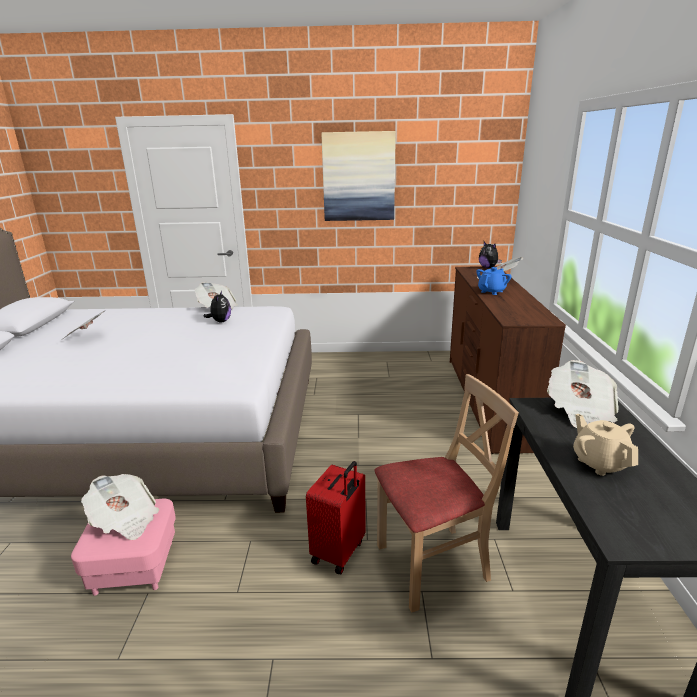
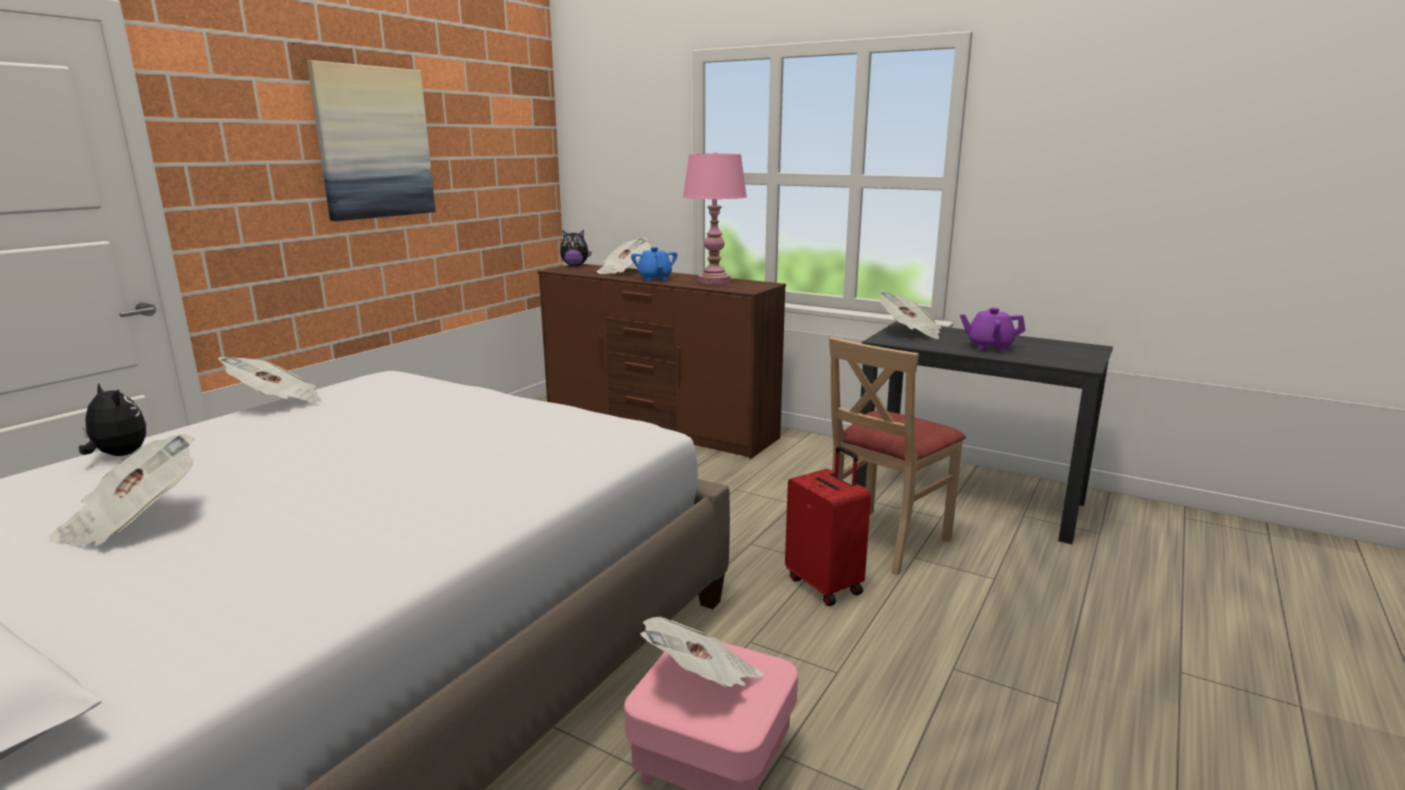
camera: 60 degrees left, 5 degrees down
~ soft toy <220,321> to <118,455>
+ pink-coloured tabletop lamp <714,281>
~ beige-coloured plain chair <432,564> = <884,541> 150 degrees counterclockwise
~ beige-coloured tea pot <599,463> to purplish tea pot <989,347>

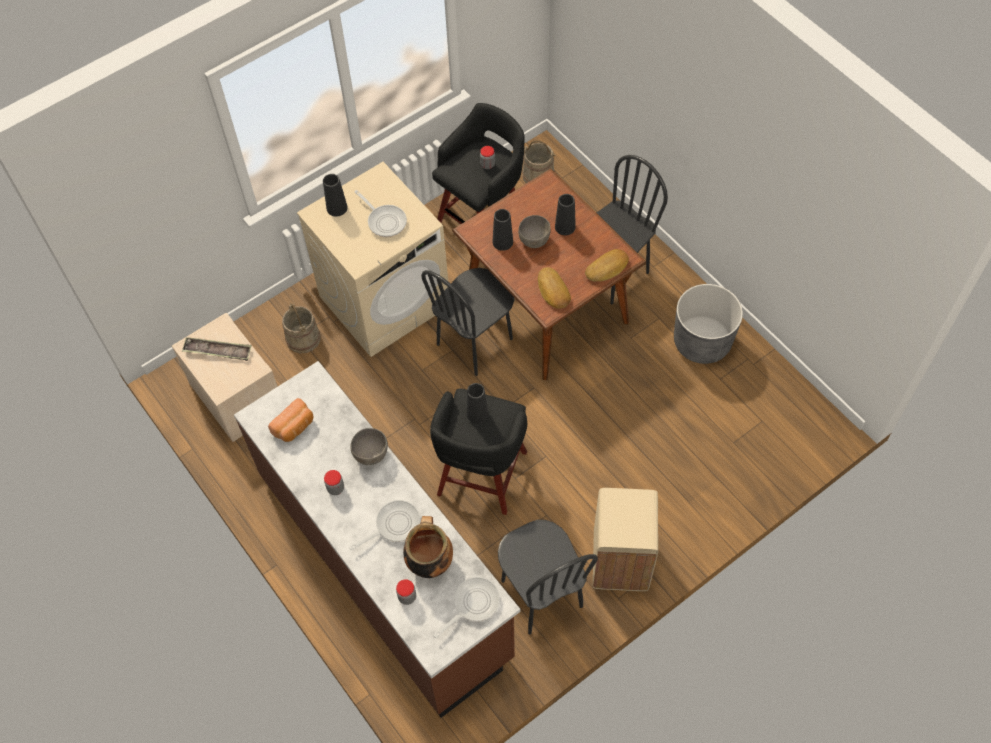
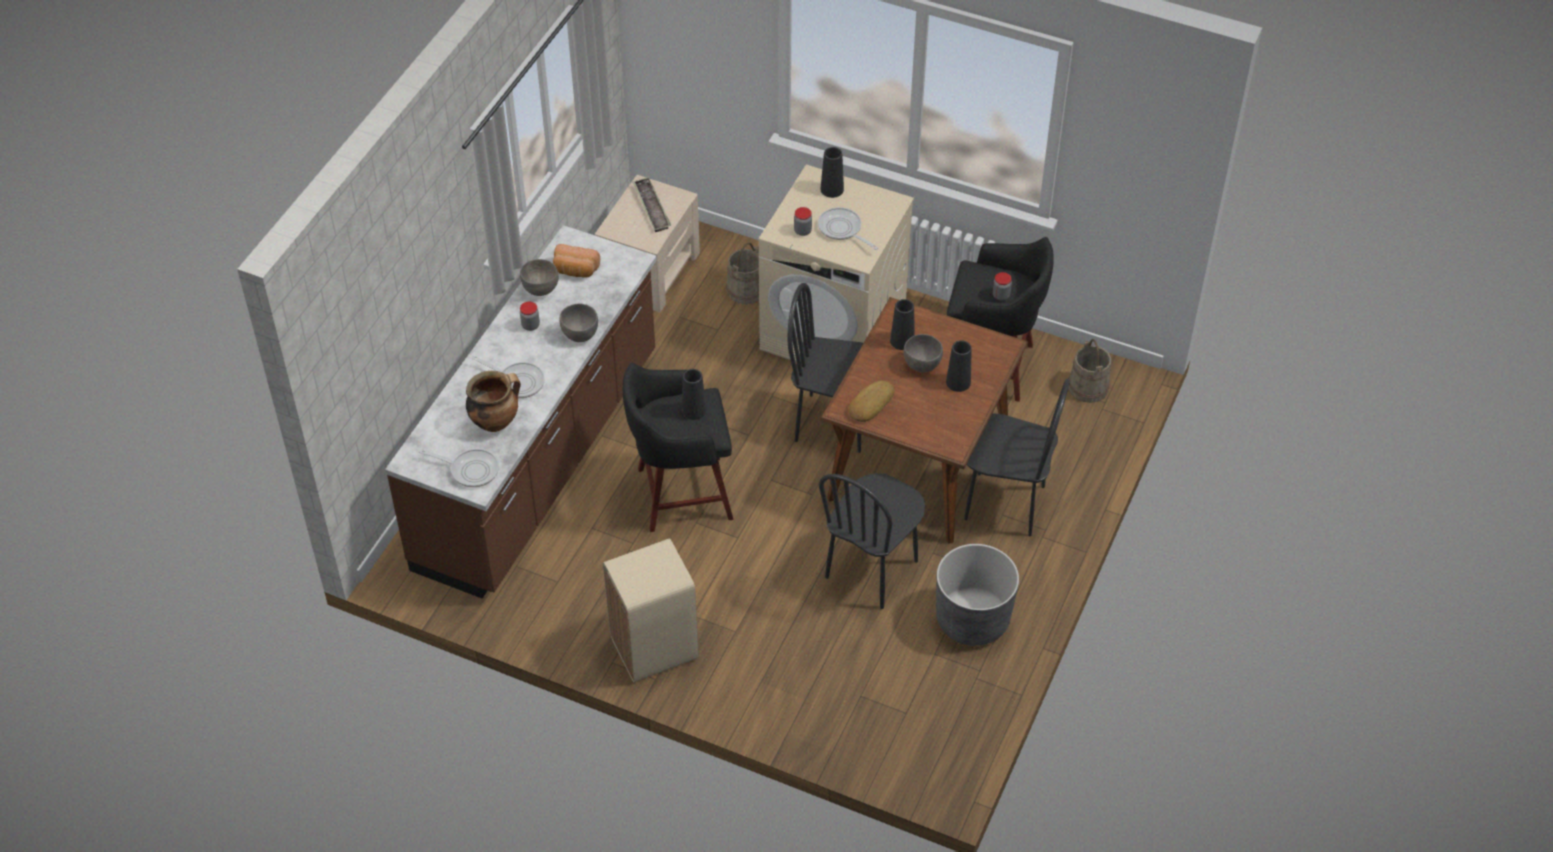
camera: 60 degrees right, 10 degrees down
+ gray bowl <541,289>
~ jar <407,597> to <802,231>
~ pan <385,221> = <842,229> 120 degrees clockwise
~ blackish plain chair <541,594> to <872,569>
- baked bread <607,268>

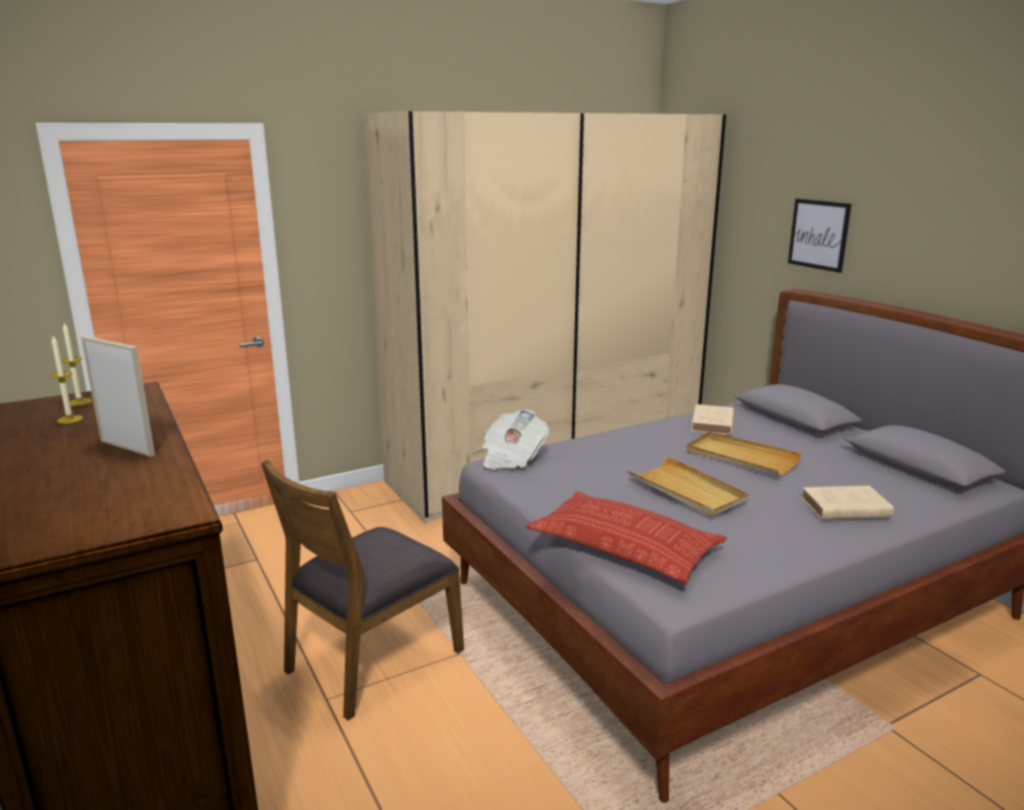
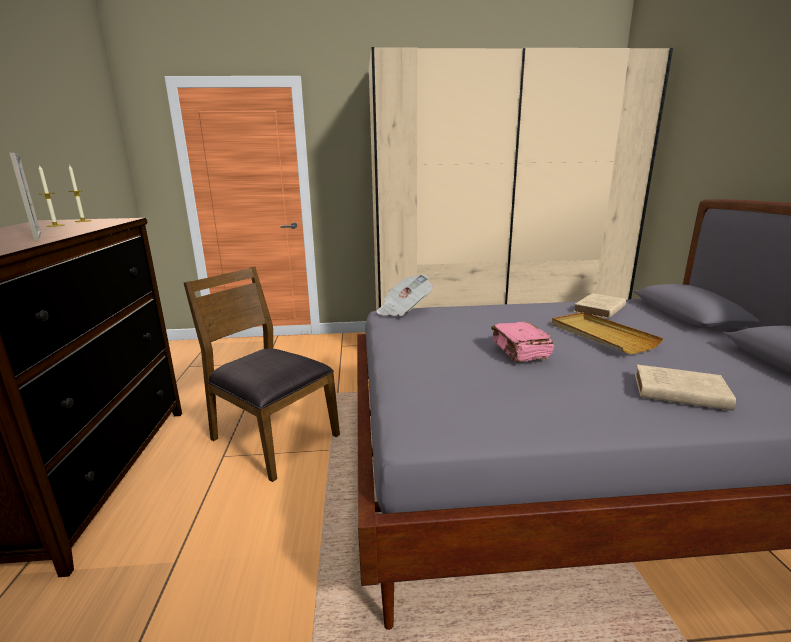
camera: 25 degrees right, 0 degrees up
~ brown-coloured plain chair <372,659> = <272,438> 60 degrees clockwise
~ beige-coloured tray <687,490> to pink-coloured book <520,351>
- cushion <624,546>
- wall art <818,234>

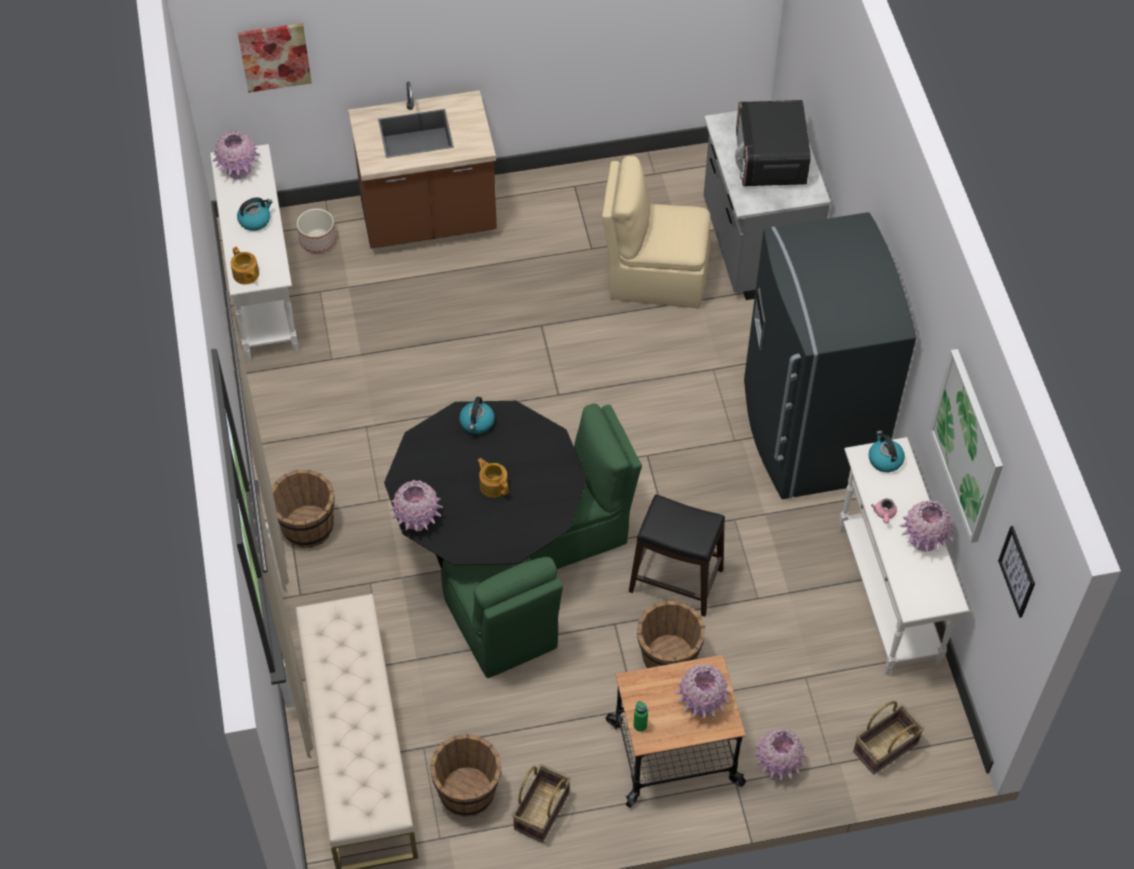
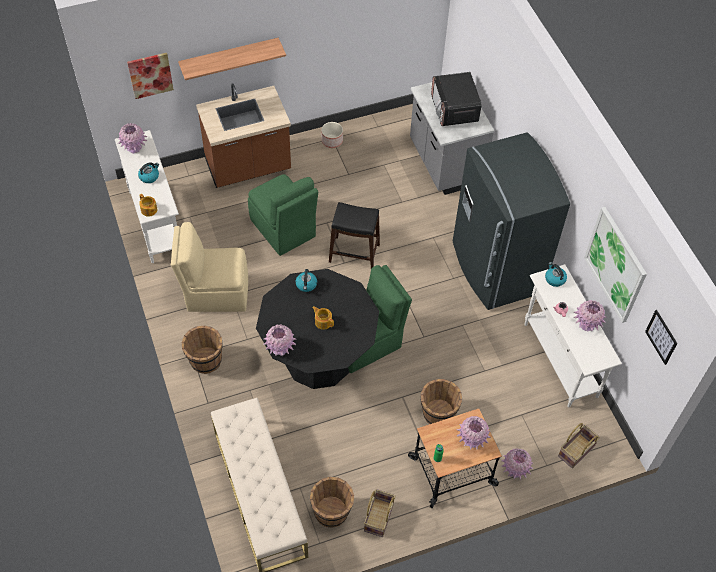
camera: 10 degrees left, 0 degrees up
~ beige-coloured plain chair <655,276> to <215,292>
+ shelf <229,57>
~ green plain chair <501,626> to <283,229>
~ planter <318,241> to <332,141>
~ blackish stool seat <676,580> to <354,253>

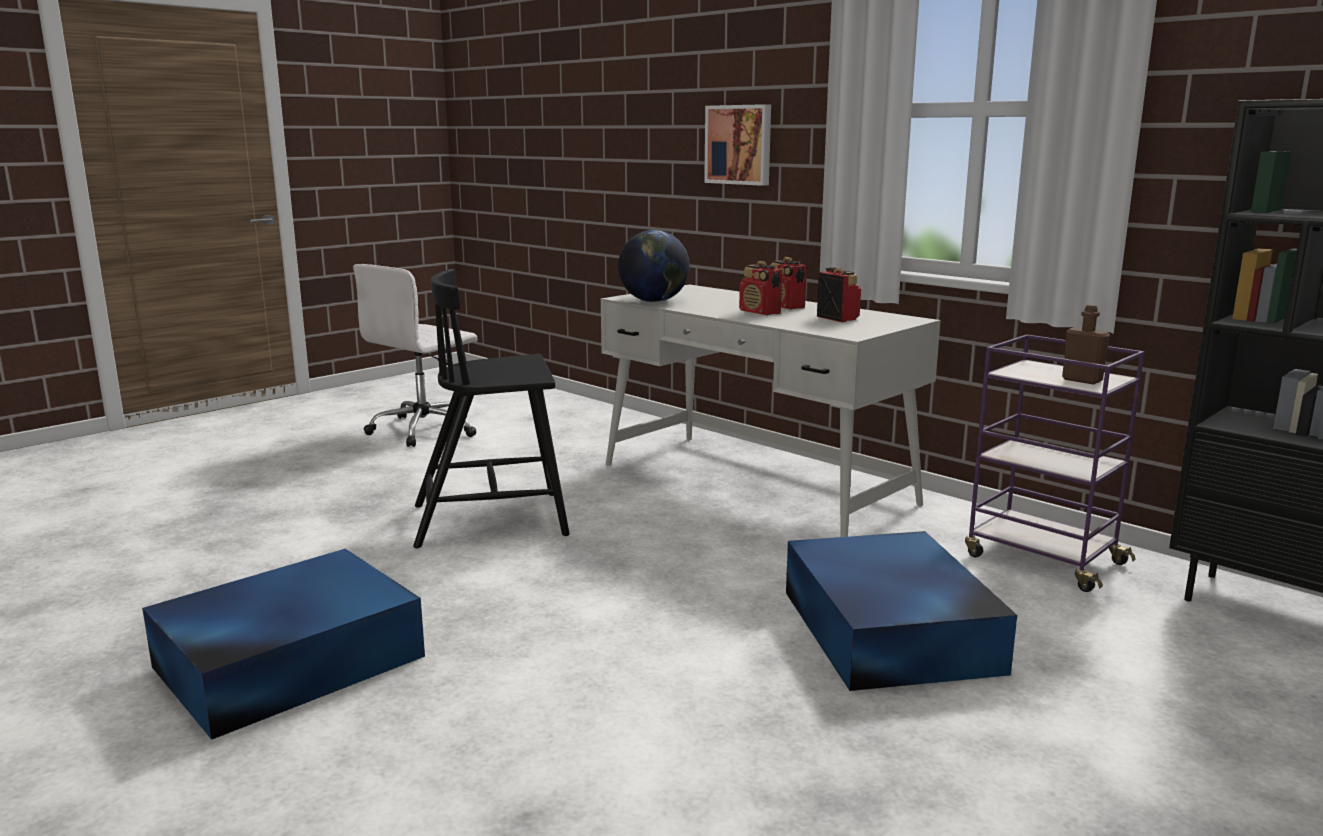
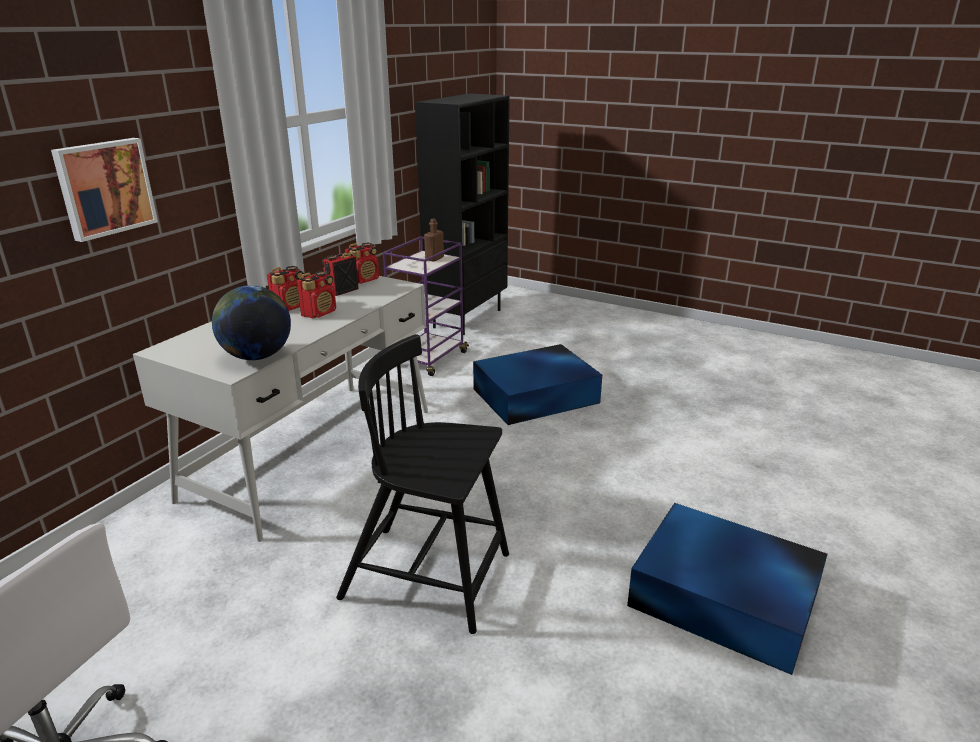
camera: 105 degrees left, 10 degrees up
~ blackish plain chair <493,519> = <429,577> 135 degrees clockwise
+ radio set <364,280>

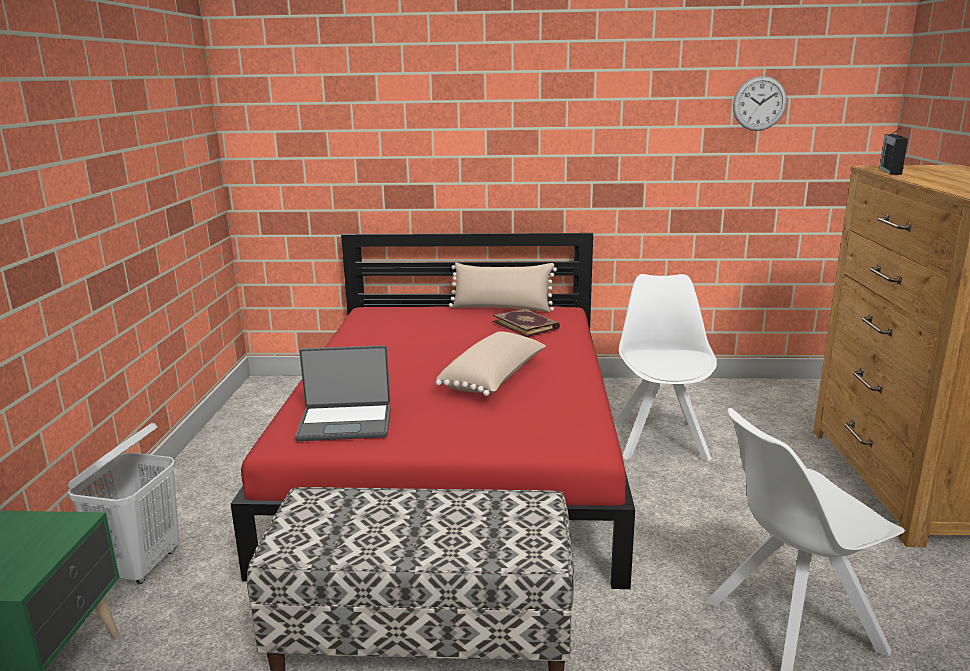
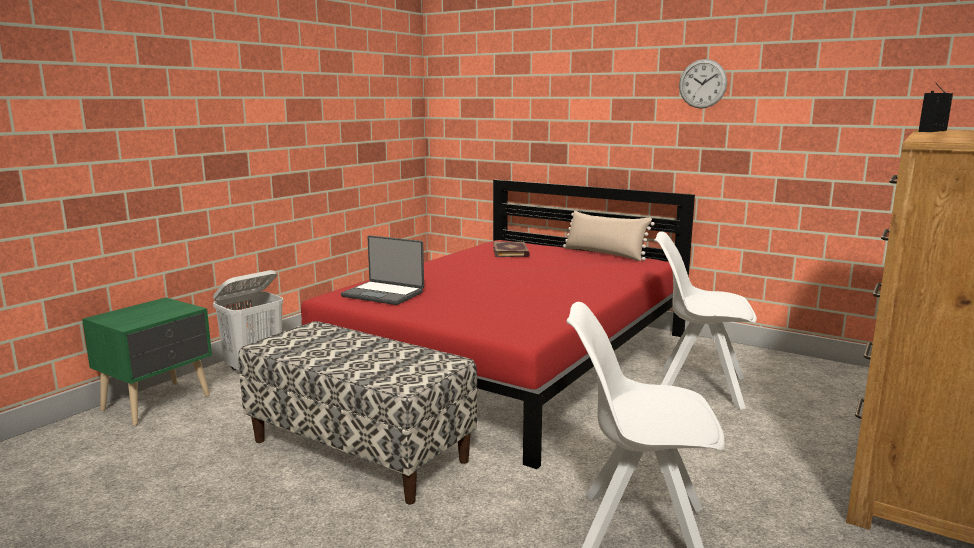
camera: 30 degrees right, 5 degrees down
~ book <526,325> to <511,251>
~ whitish plain chair <660,438> = <697,387> 105 degrees counterclockwise
~ wall clock <759,103> to <702,84>
- beige-coloured cushion <495,379>

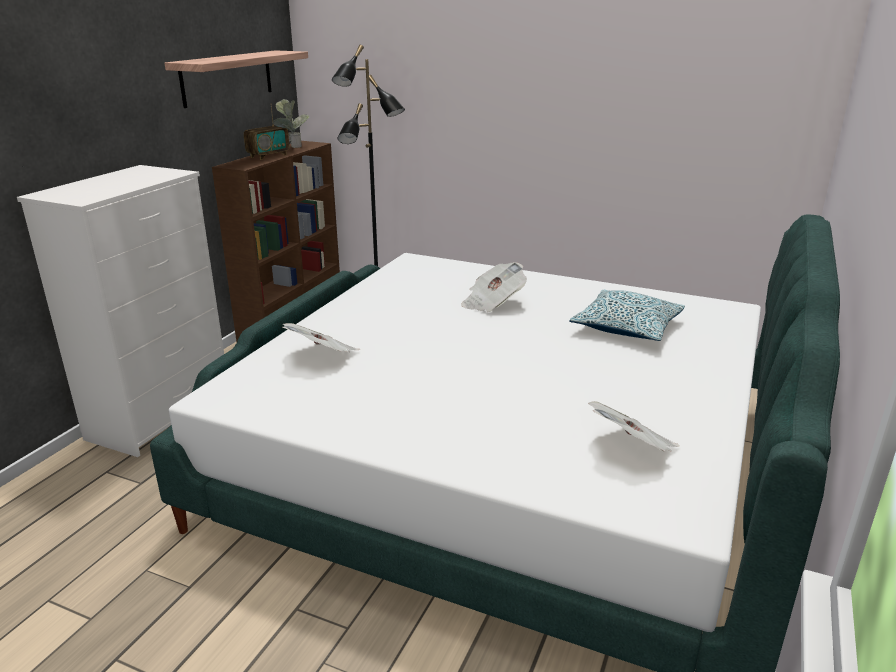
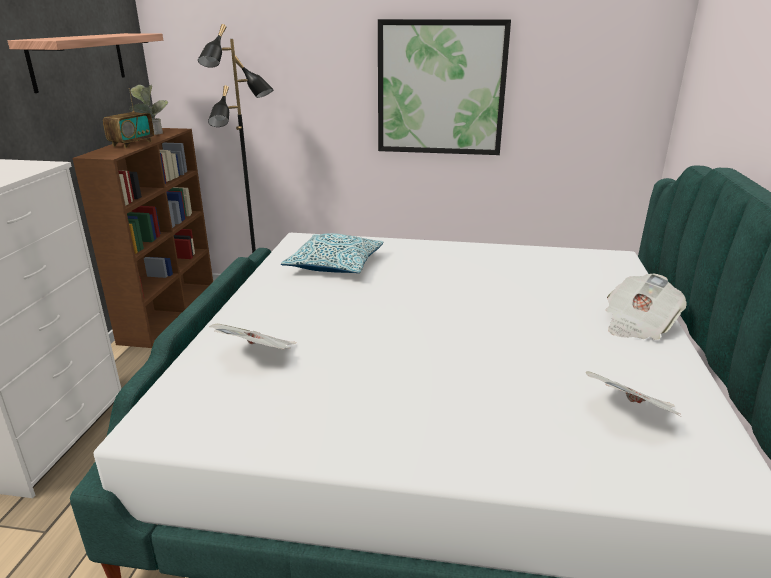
camera: 15 degrees left, 0 degrees up
~ cushion <627,327> to <335,265>
+ wall art <441,88>
~ printed paper <492,303> to <637,325>

